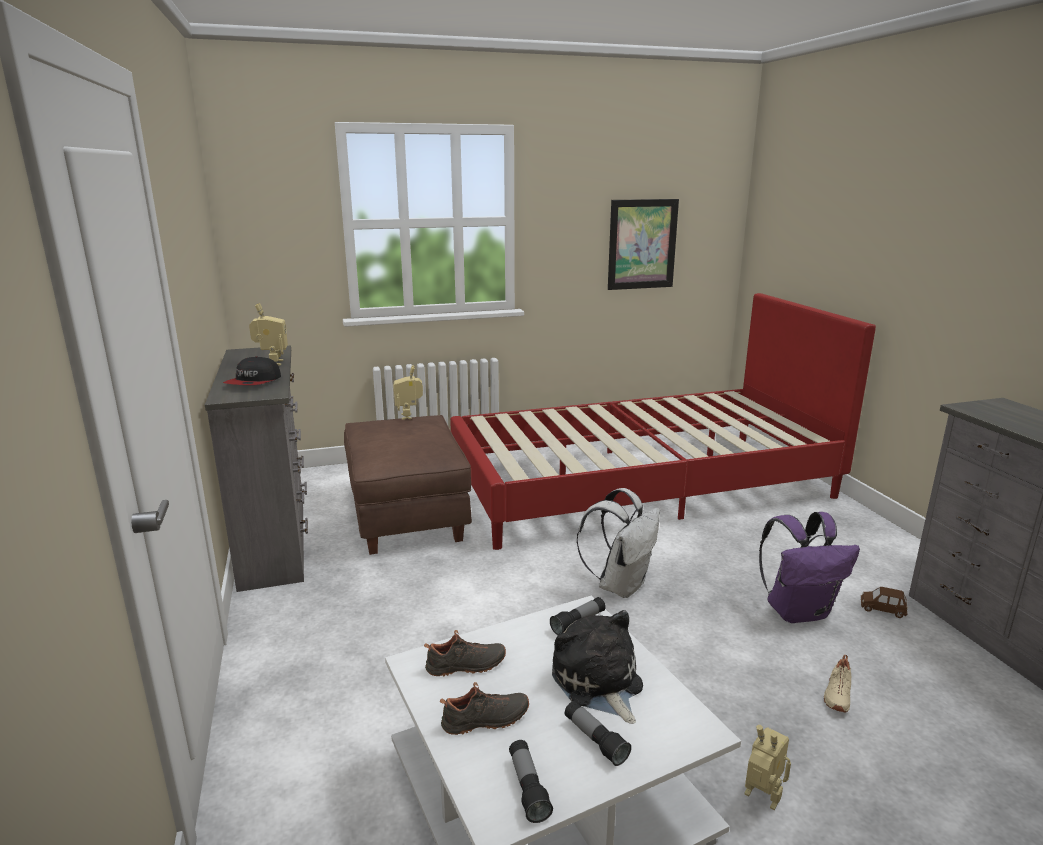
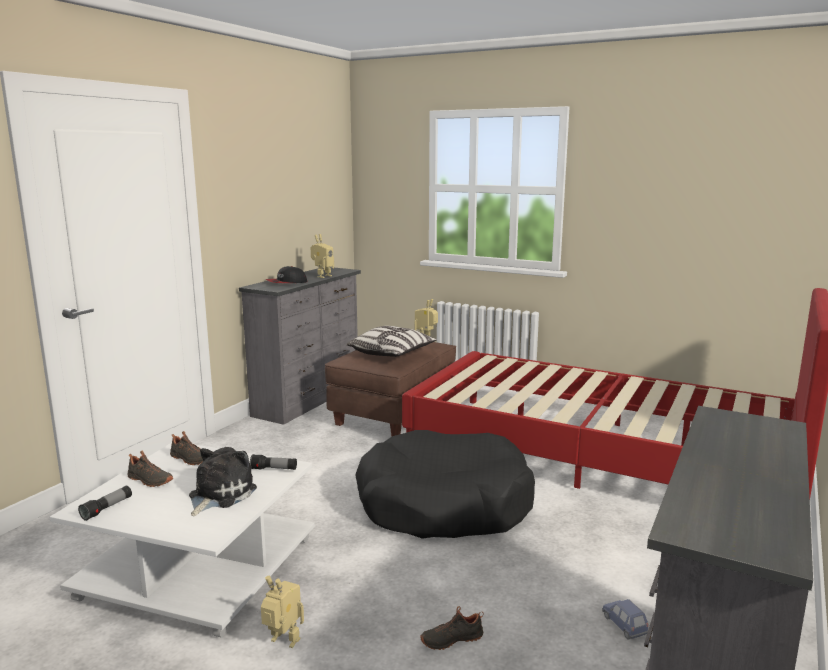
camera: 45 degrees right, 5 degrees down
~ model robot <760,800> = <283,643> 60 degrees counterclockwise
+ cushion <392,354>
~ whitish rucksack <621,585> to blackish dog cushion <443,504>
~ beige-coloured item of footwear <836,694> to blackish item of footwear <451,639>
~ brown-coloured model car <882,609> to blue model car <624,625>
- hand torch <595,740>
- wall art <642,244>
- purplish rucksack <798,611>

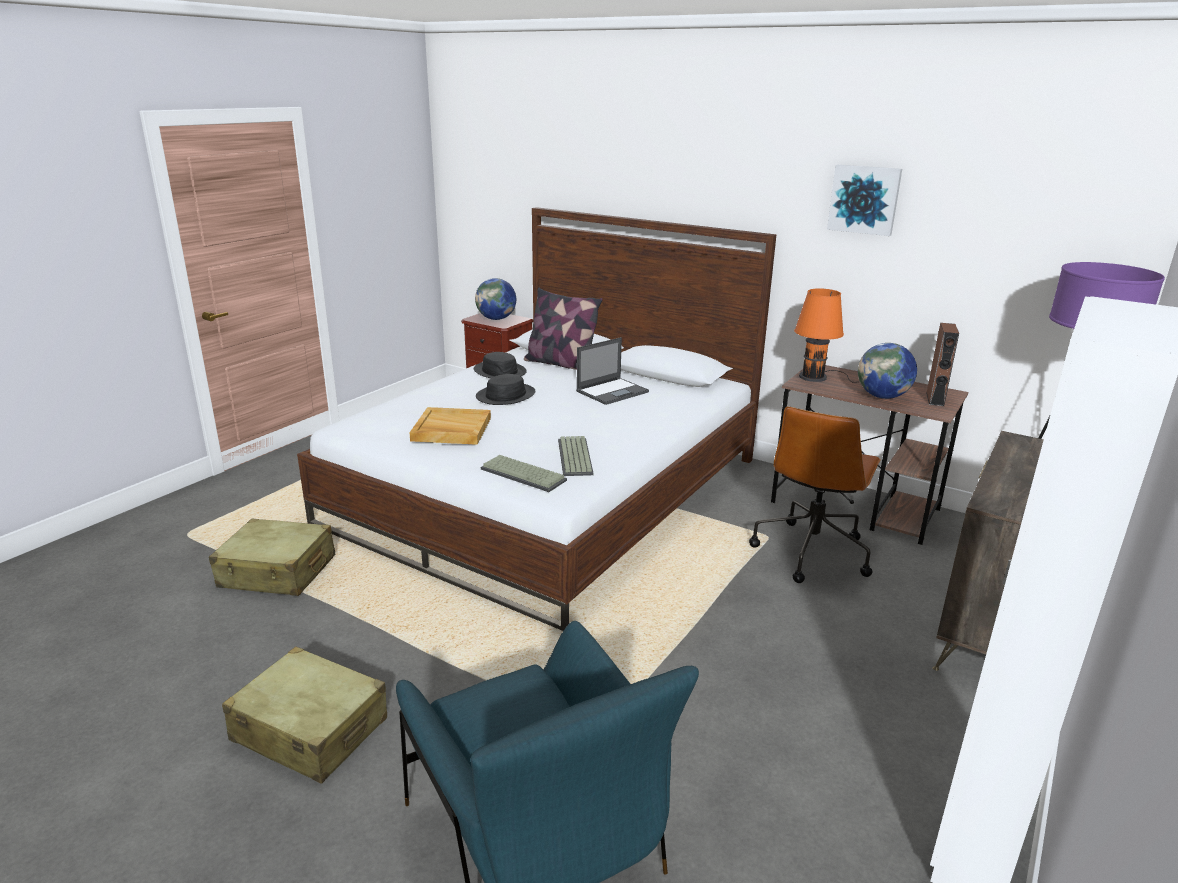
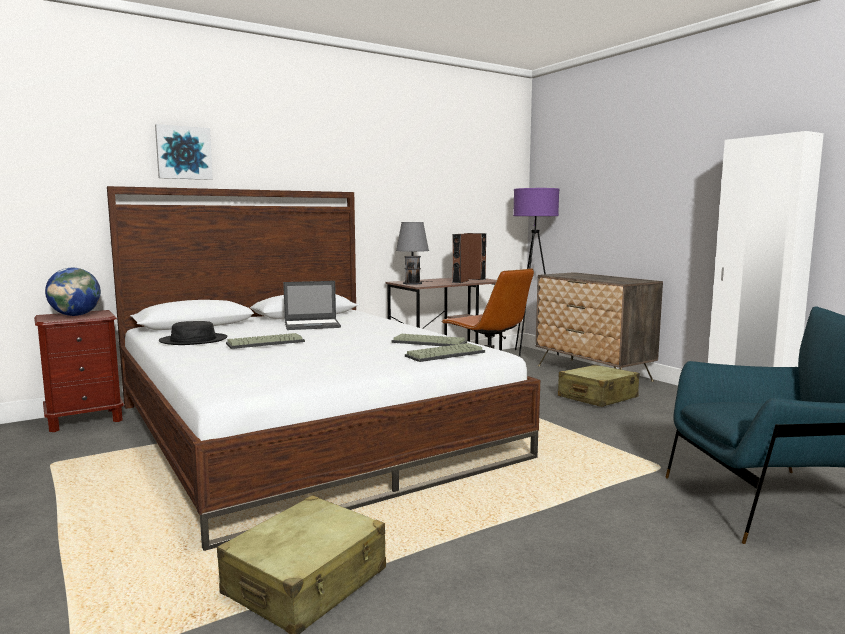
camera: 65 degrees left, 15 degrees down
~ wall art <864,199> to <183,153>
~ blackish hat <506,395> to keyboard <266,342>
~ portable computer <613,391> = <313,325> 90 degrees clockwise
~ orange-coloured tabletop lamp <816,377> to gray tabletop lamp <413,283>
~ world globe <882,396> to brown-coloured audio speaker <460,281>
~ beige-coloured travel case <310,730> to <597,397>
- beige-coloured tray <451,429>
- cushion <560,364>

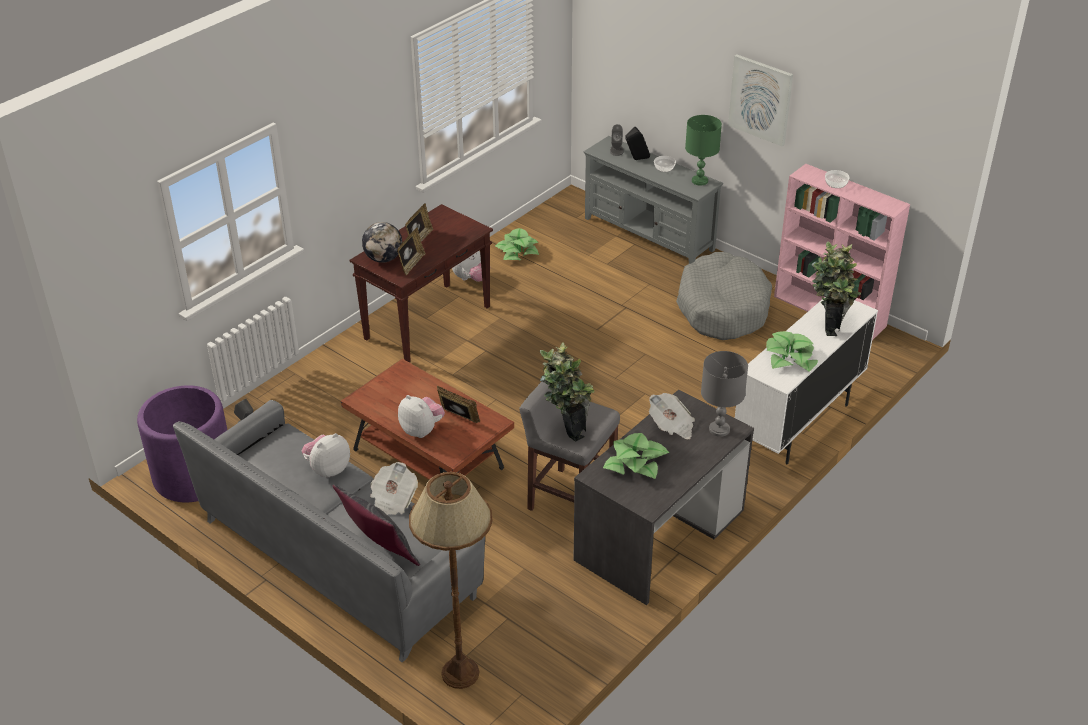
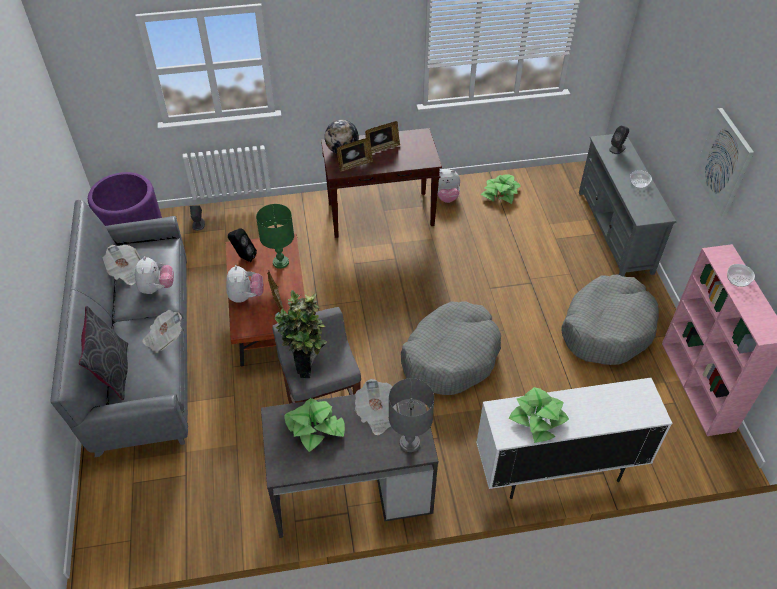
camera: 40 degrees right, 10 degrees up
+ printed paper <126,271>
~ soft toy <328,469> = <157,288> 90 degrees clockwise
~ blackish audio speaker <636,159> to <243,257>
~ green tabletop lamp <700,181> to <280,262>
+ gray dog cushion <450,356>
- brown-coloured standard lamp <460,673>
- plant in a pot <829,324>

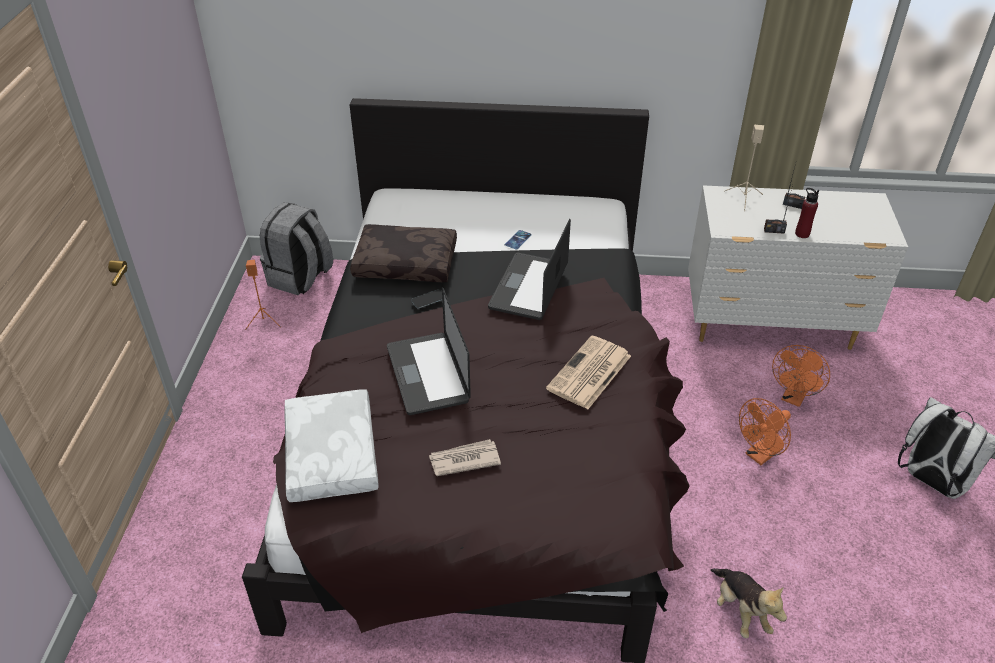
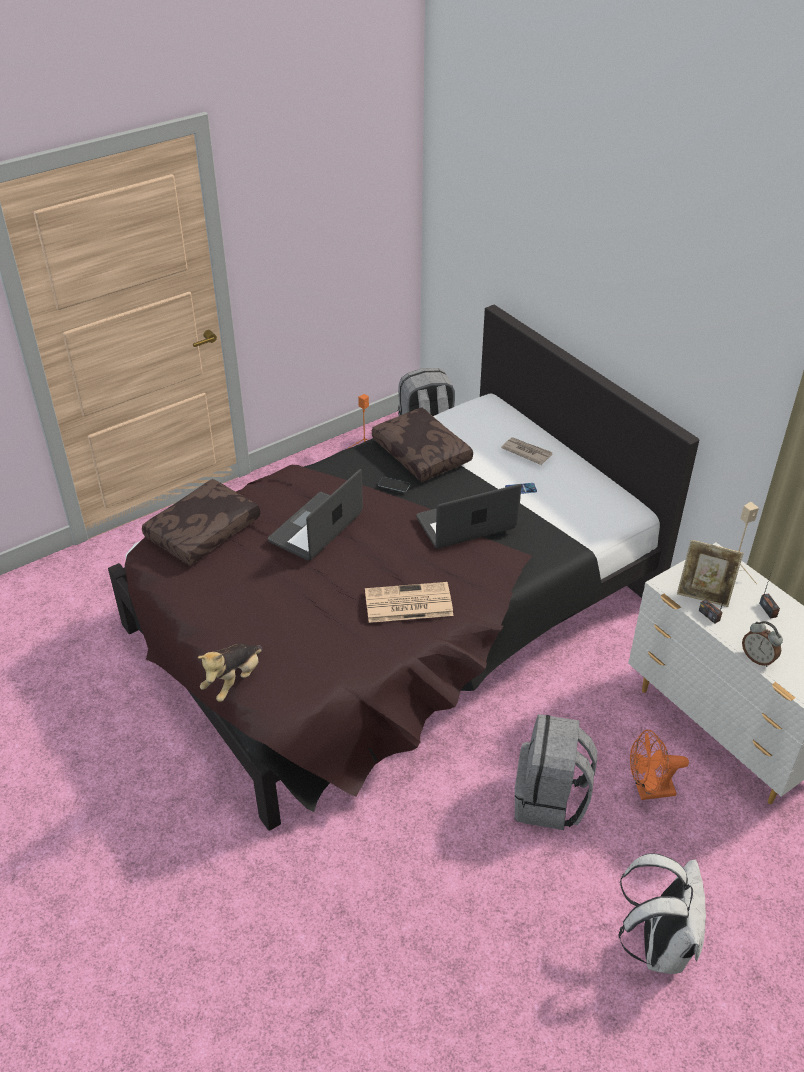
camera: 50 degrees right, 0 degrees up
~ whitish cushion <334,455> to brown-coloured cushion <204,532>
~ soft toy <740,611> to <233,681>
~ printed paper <464,460> to <526,452>
~ orange-coloured cooling fan <760,455> to gray rucksack <550,800>
+ standing frame <704,594>
+ table clock <758,658>
- red-coloured drink bottle <802,234>

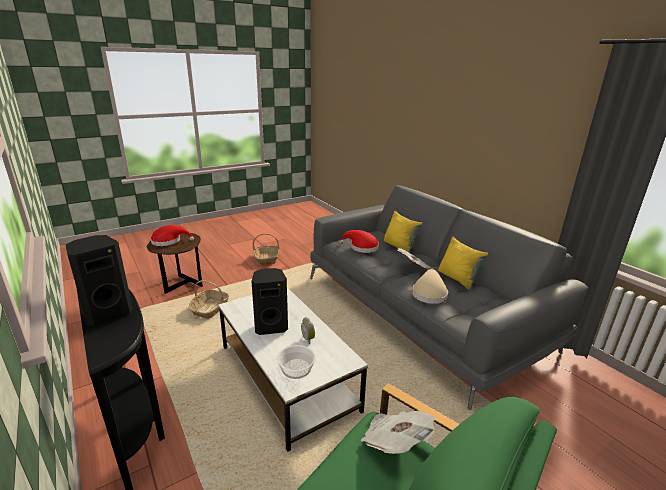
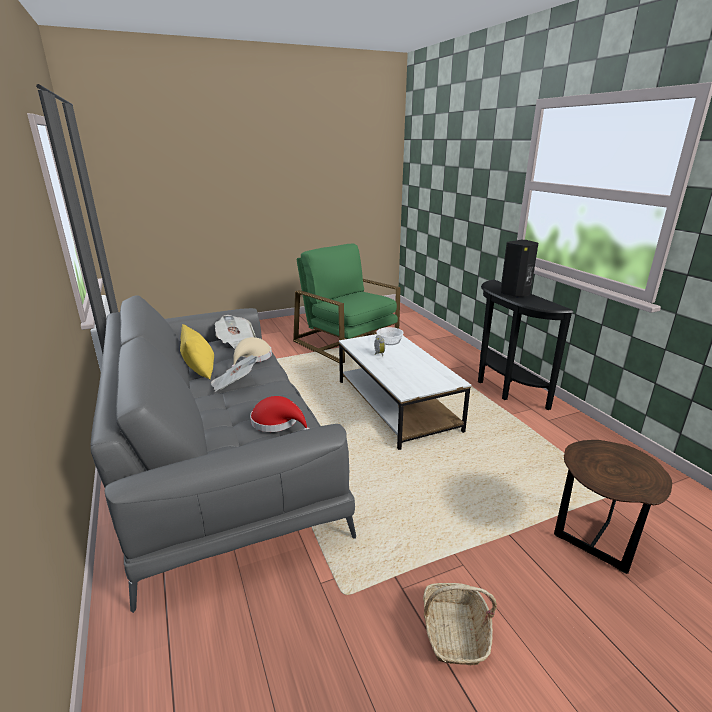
camera: 170 degrees left, 0 degrees up
~ printed paper <395,442> to <236,342>
- red-coloured hat <169,241>
- basket <210,309>
- blackish audio speaker <271,326>
- yellowish cushion <399,247>

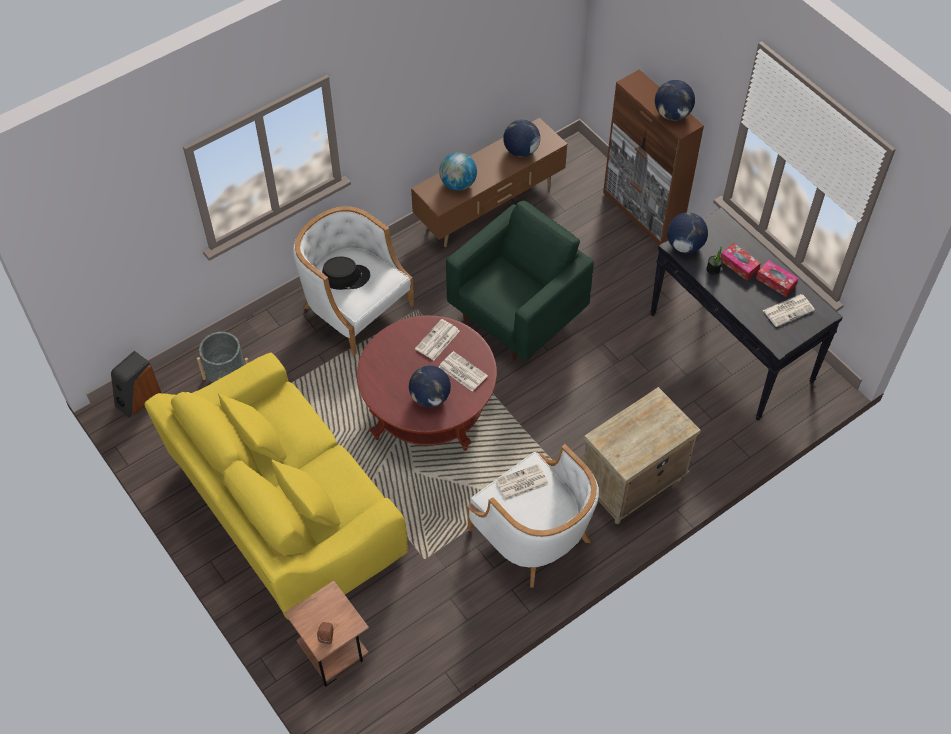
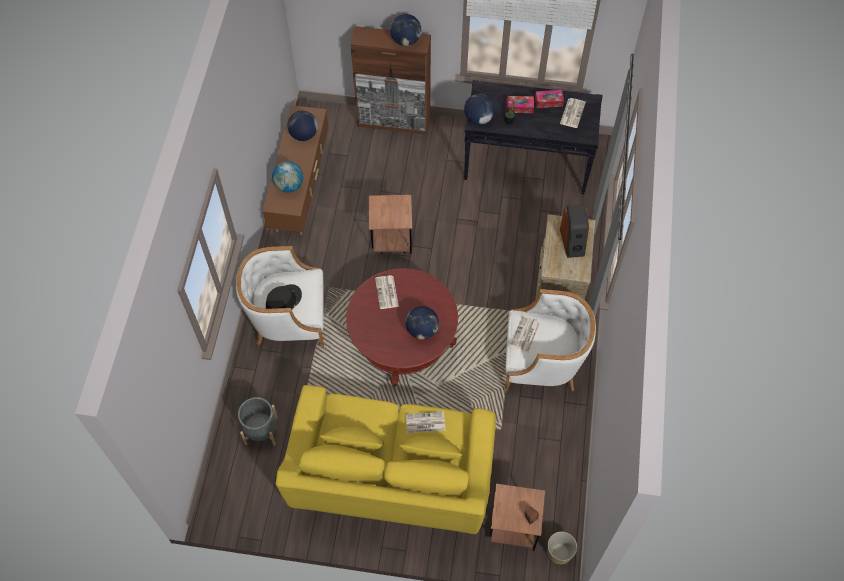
camera: 45 degrees left, 5 degrees up
~ green easy chair <517,315> to brown-coloured accent table <392,242>
~ printed paper <462,371> to <424,422>
+ planter <559,553>
~ audio speaker <137,398> to <573,242>

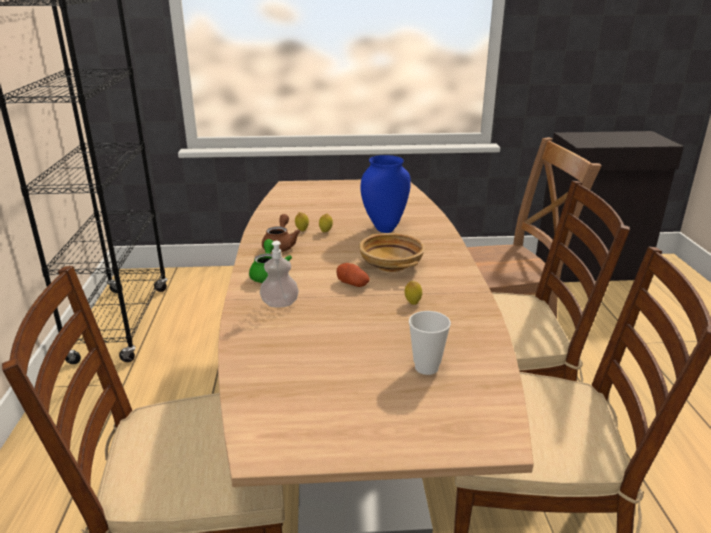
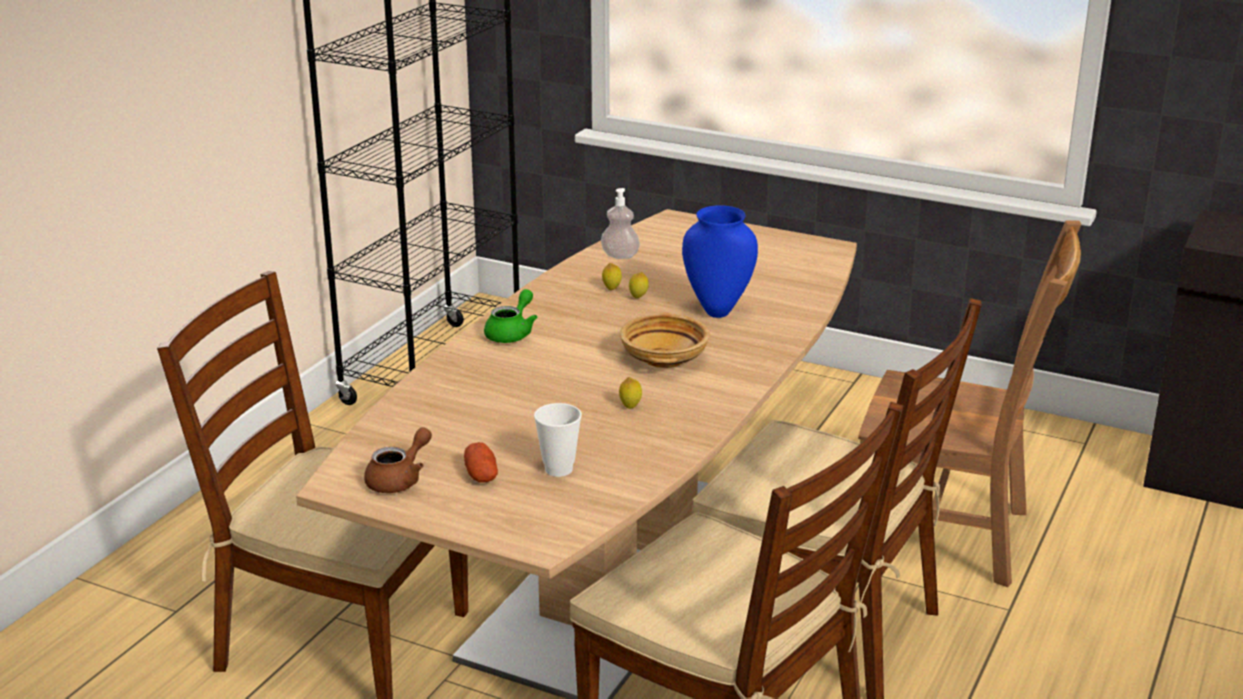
camera: 30 degrees right, 0 degrees up
~ brown-coloured tea pot <280,245> to <399,480>
~ whole potato <352,284> to <481,475>
~ soap dispenser <280,304> to <620,256>

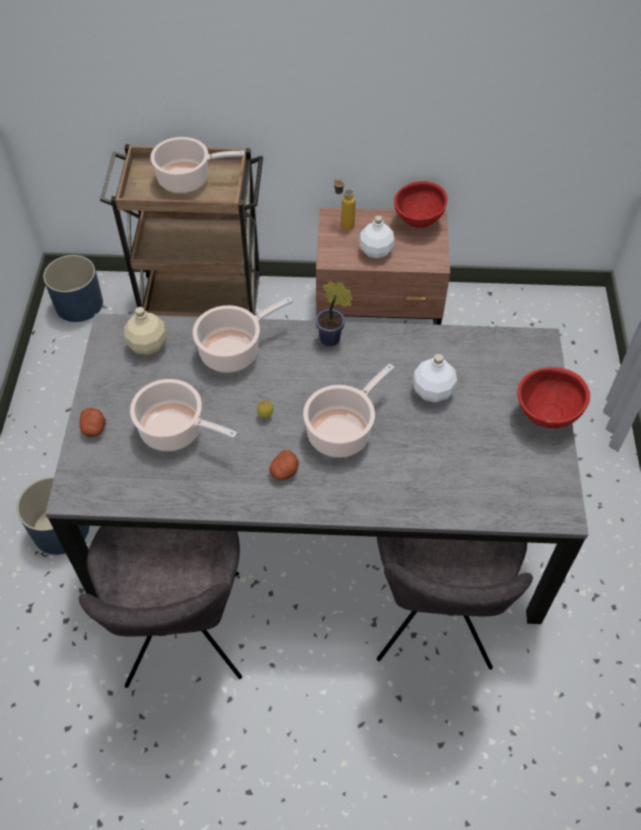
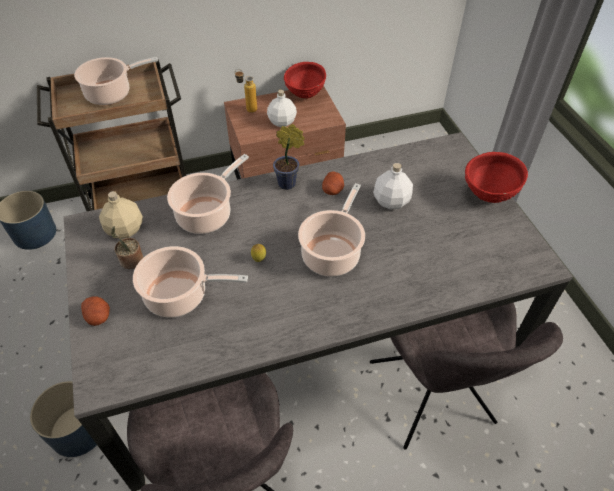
camera: 20 degrees left, 5 degrees down
+ plant in a pot <131,261>
~ whole potato <284,471> to <333,190>

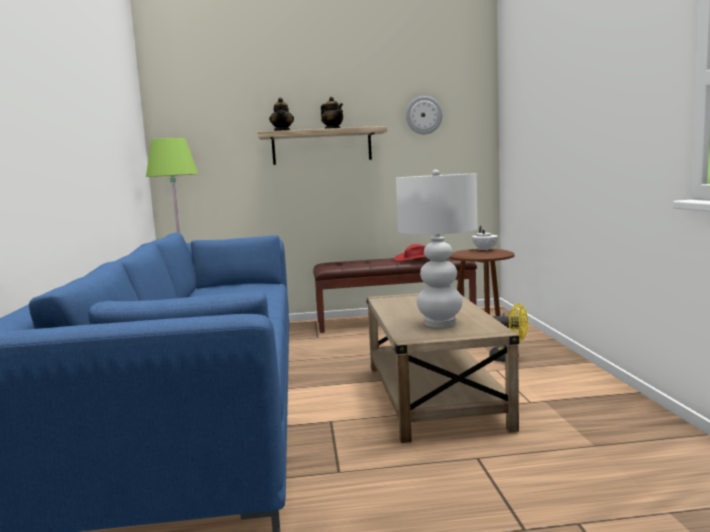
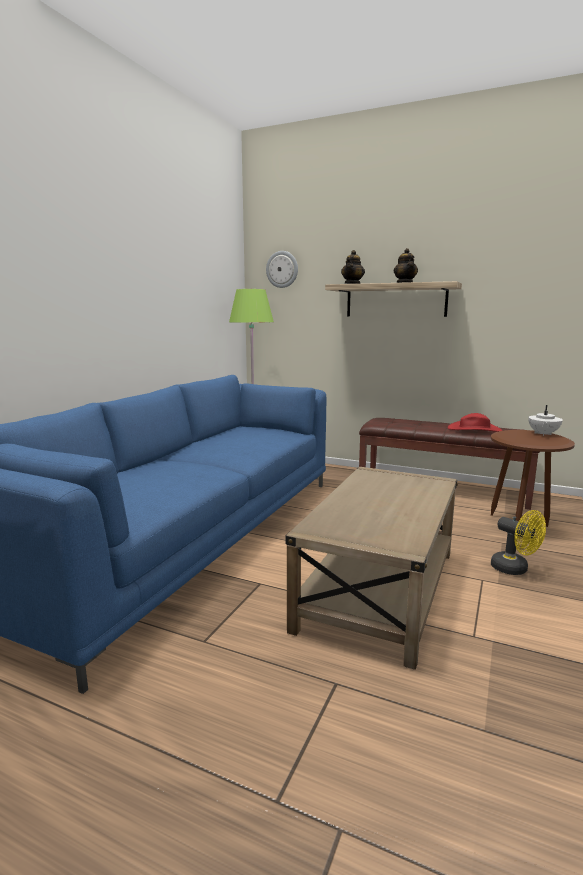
camera: 30 degrees right, 5 degrees up
~ wall clock <423,115> to <282,269>
- whitish tabletop lamp <440,323>

